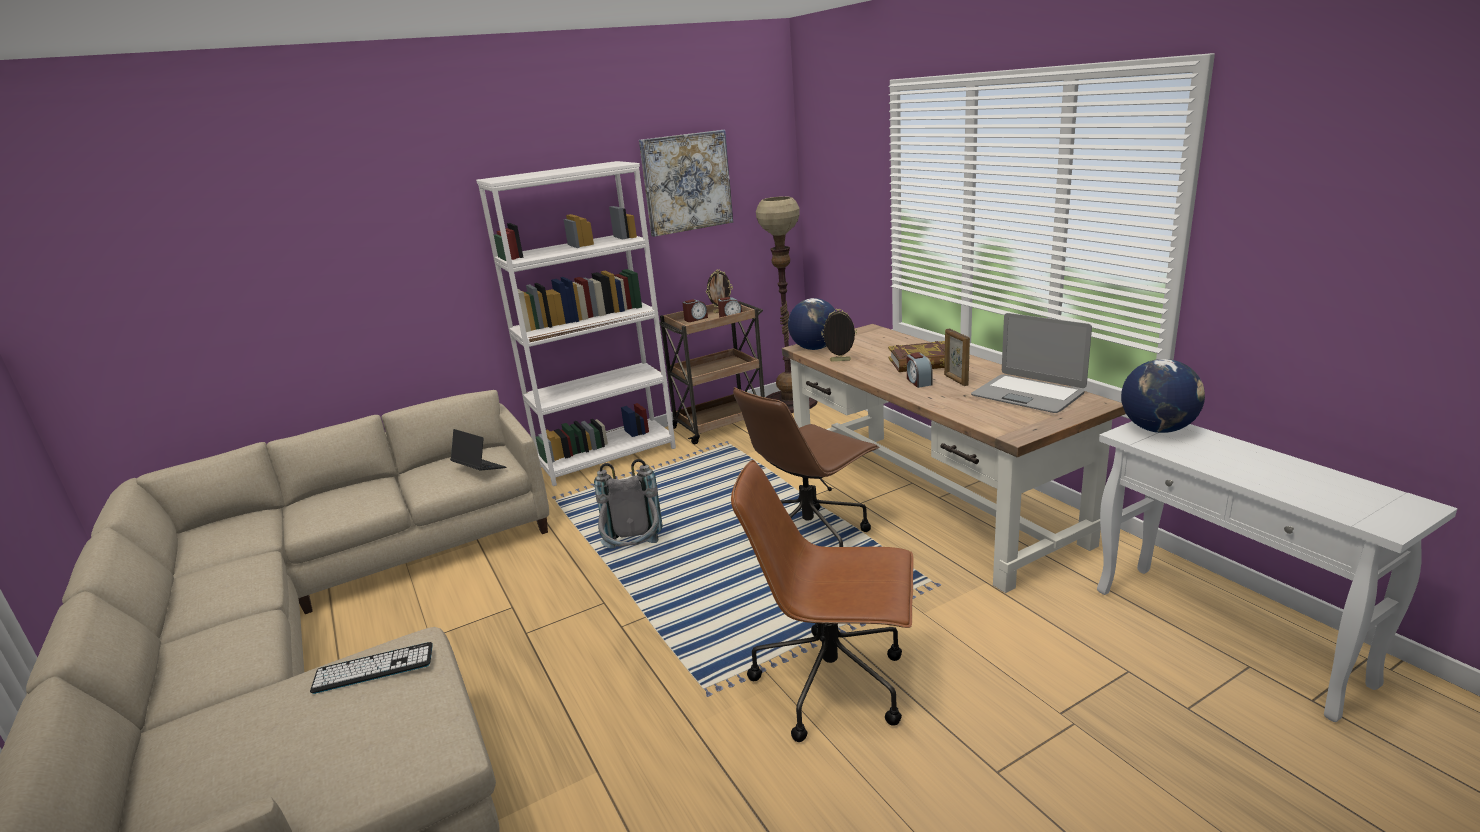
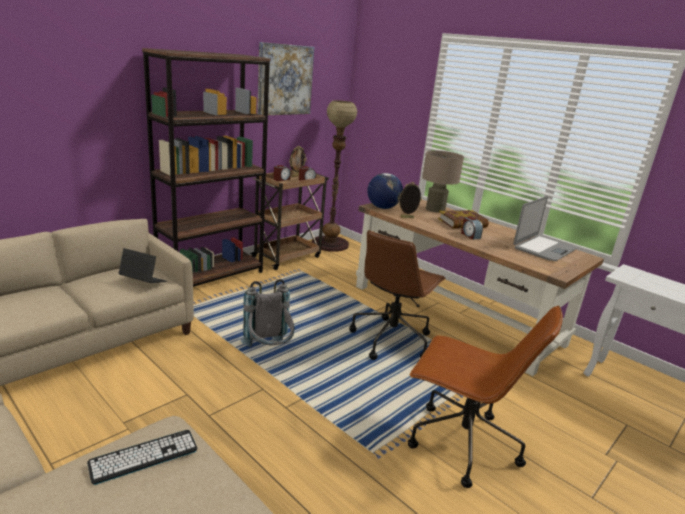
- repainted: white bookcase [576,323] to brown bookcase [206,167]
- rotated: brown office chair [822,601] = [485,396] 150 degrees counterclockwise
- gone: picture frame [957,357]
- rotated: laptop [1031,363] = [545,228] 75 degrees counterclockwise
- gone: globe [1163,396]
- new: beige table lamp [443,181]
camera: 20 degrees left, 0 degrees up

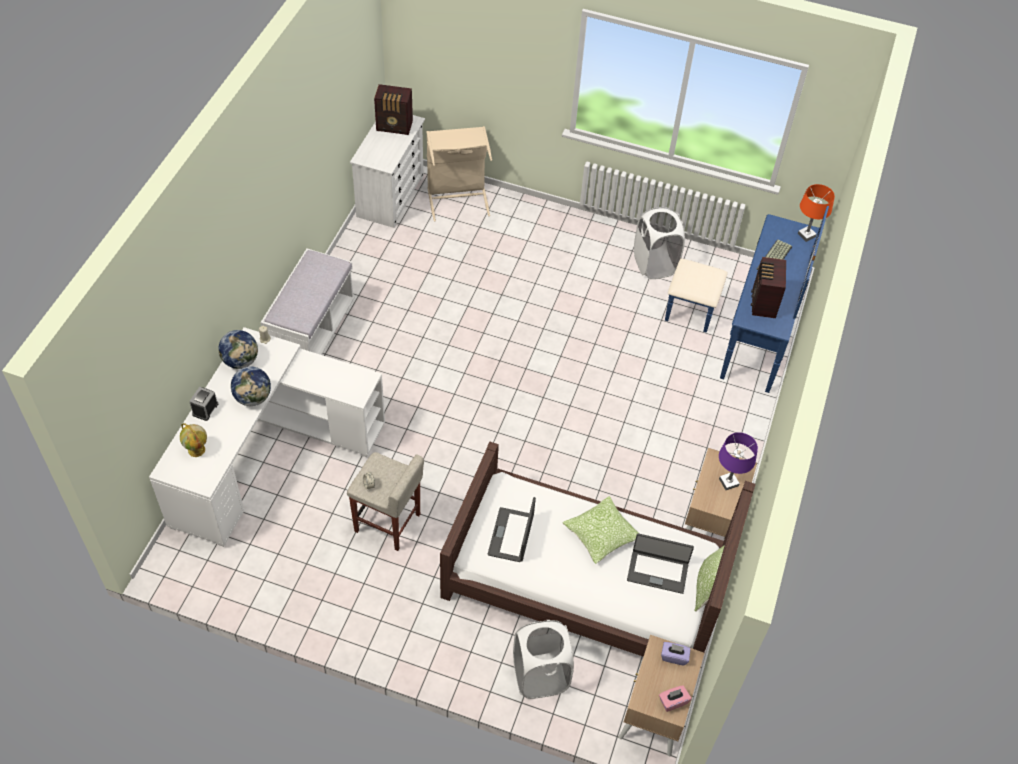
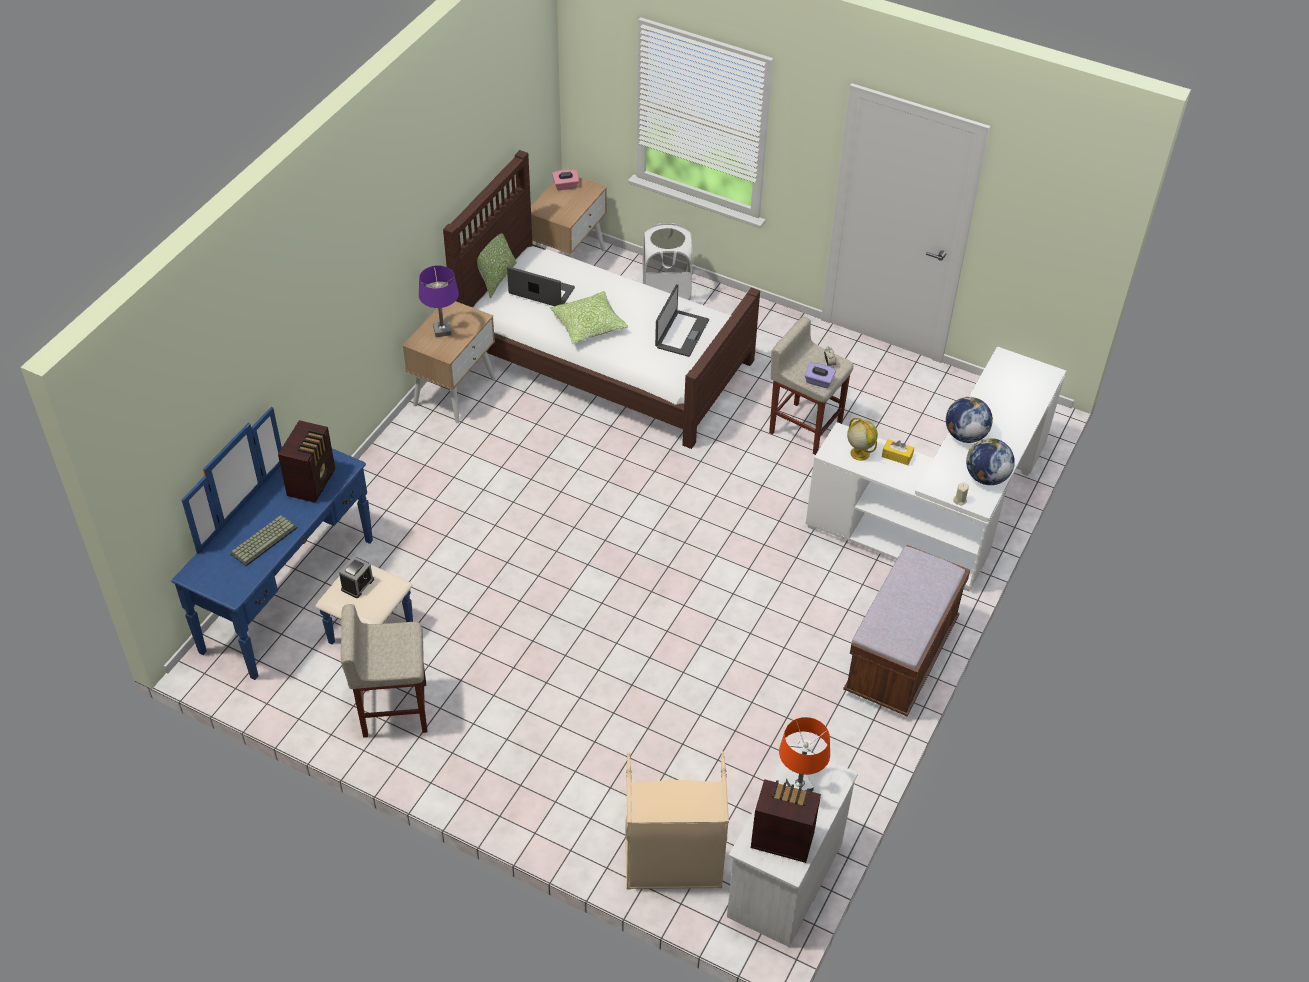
- shifted: globe [193,440] to [862,439]
- shifted: alarm clock [203,404] to [356,577]
- repainted: white bench [308,302] to brown bench [906,630]
- swapped: white laundry basket [659,243] to beige stool [384,671]
- shifted: purple tissue box [676,654] to [820,375]
- shifted: orange table lamp [816,213] to [804,754]
- new: yellow tissue box [898,452]
camera: 170 degrees left, 5 degrees down

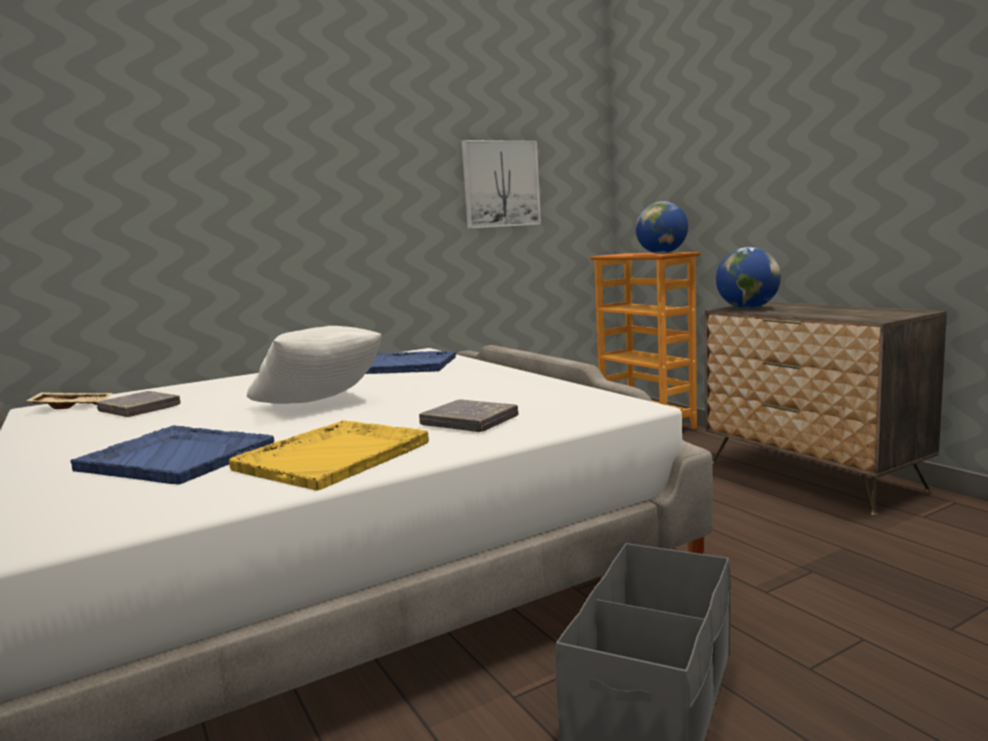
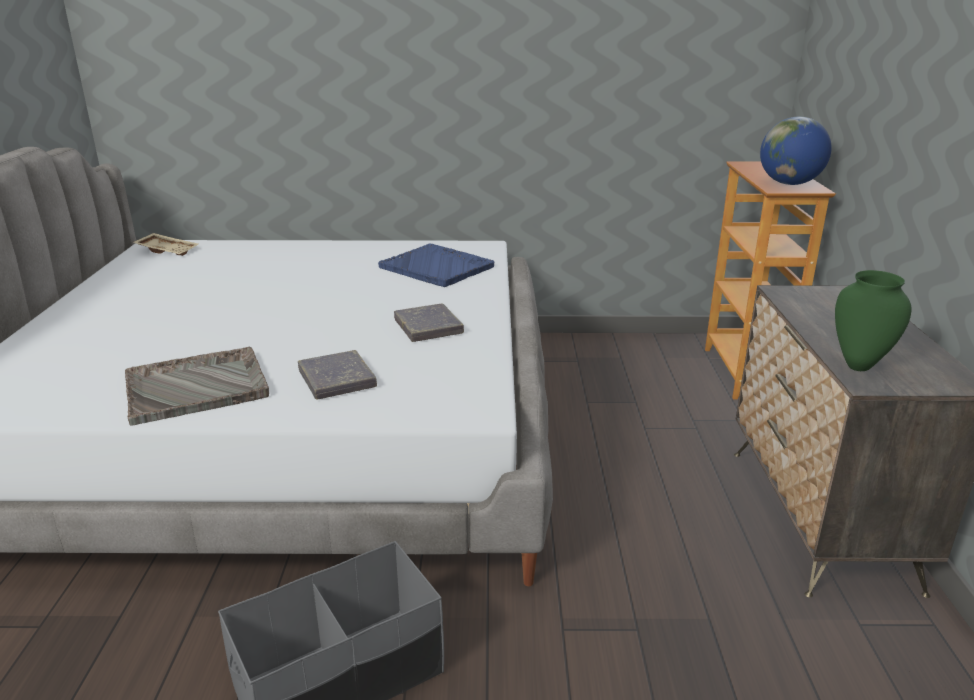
- gone: blue tray [172,455]
- shifted: grey book [139,404] to [429,323]
- repainted: yellow tray [329,455] to grey tray [197,386]
- gone: white pillow [314,365]
- gone: picture [501,184]
- gone: globe [748,278]
- new: green vase [873,320]
camera: 30 degrees right, 15 degrees up

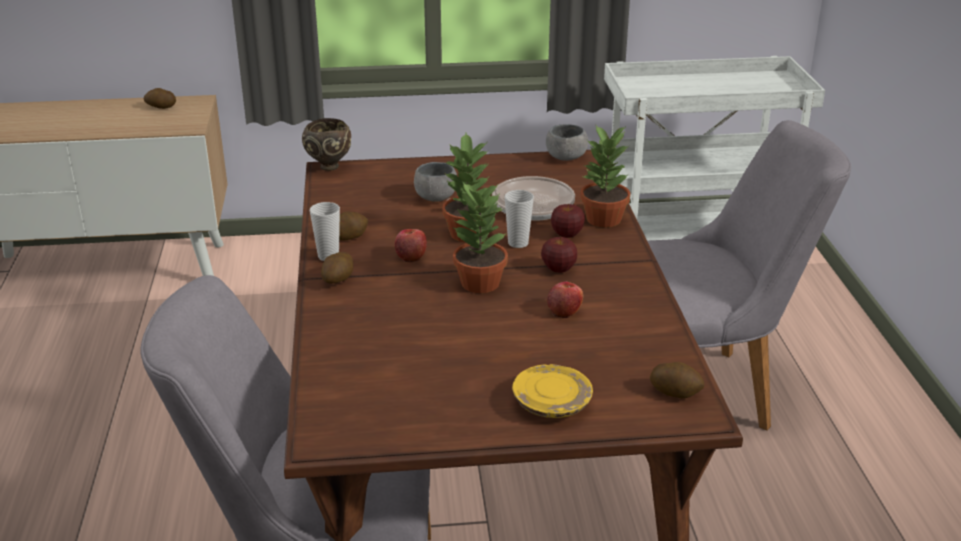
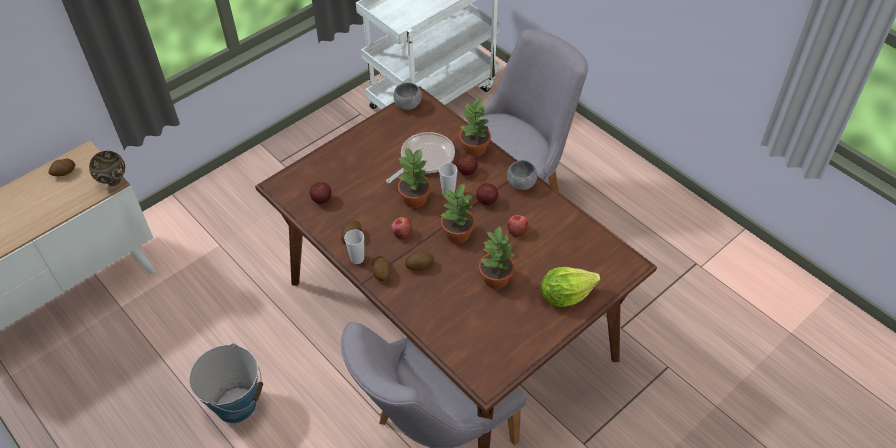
- shifted: brown bowl [326,144] to [107,168]
- shifted: grey bowl [435,181] to [522,175]
- swapped: yellow plate [552,391] to lettuce [570,287]
- shifted: potato [677,380] to [419,261]
- new: bucket [226,383]
- new: apple [320,193]
- new: potted plant [497,257]
camera: 35 degrees left, 20 degrees up

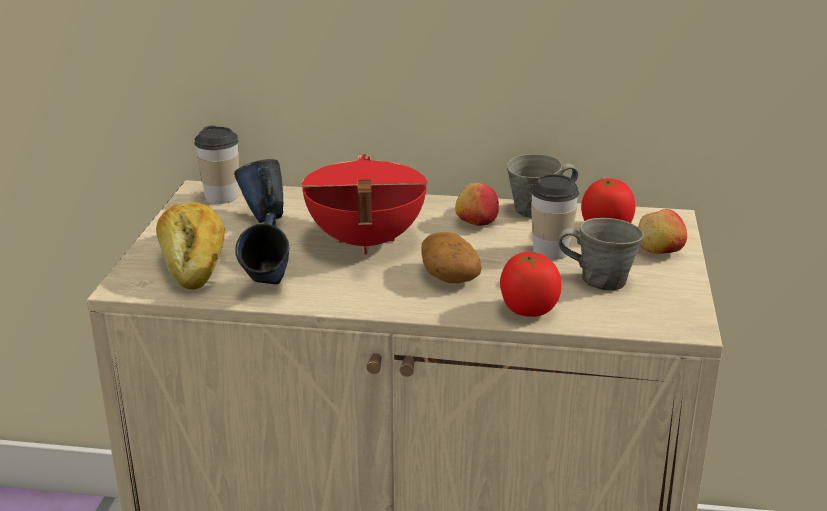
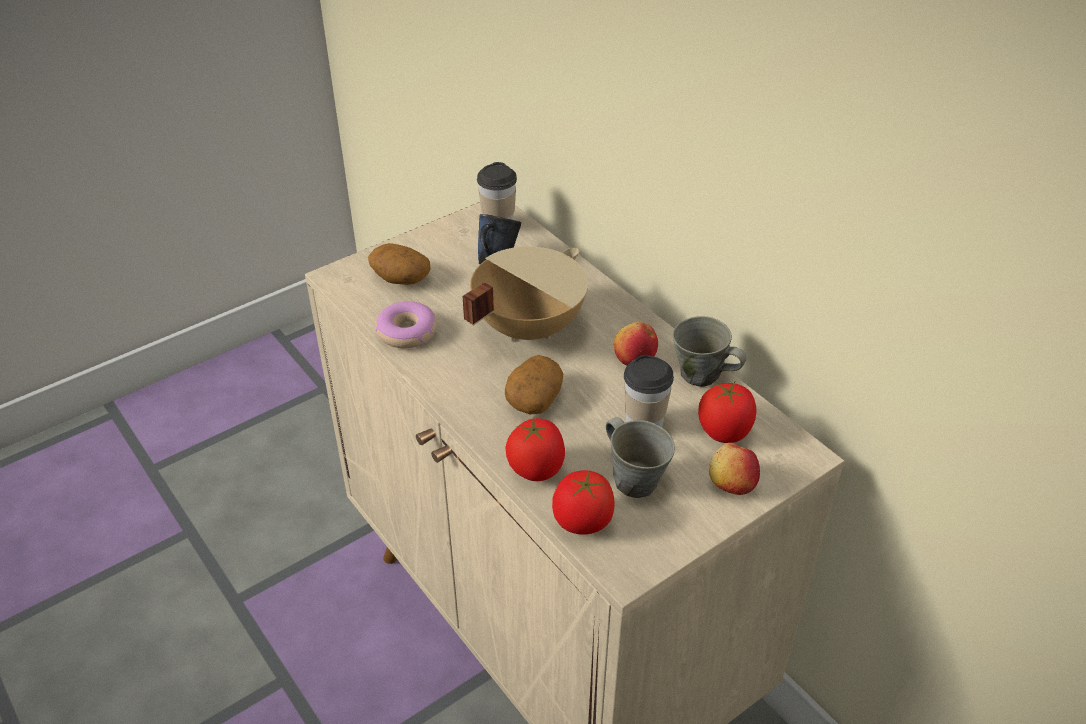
- swapped: bread [190,246] to potato [399,264]
- swapped: blue mug [262,248] to donut [406,324]
- repainted: red cooking pot [364,204] to beige cooking pot [525,293]
- new: tomato [583,502]
camera: 45 degrees right, 15 degrees up

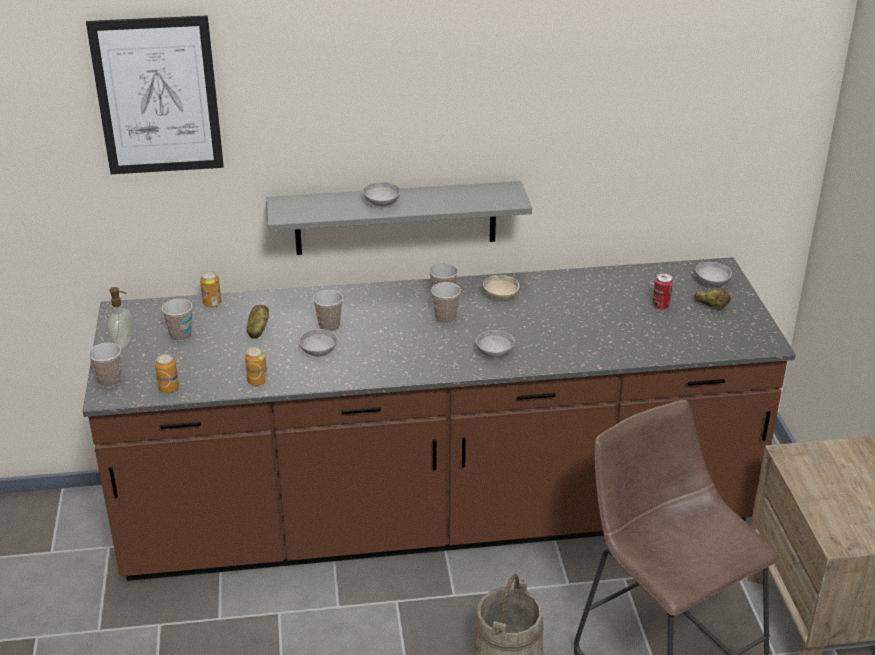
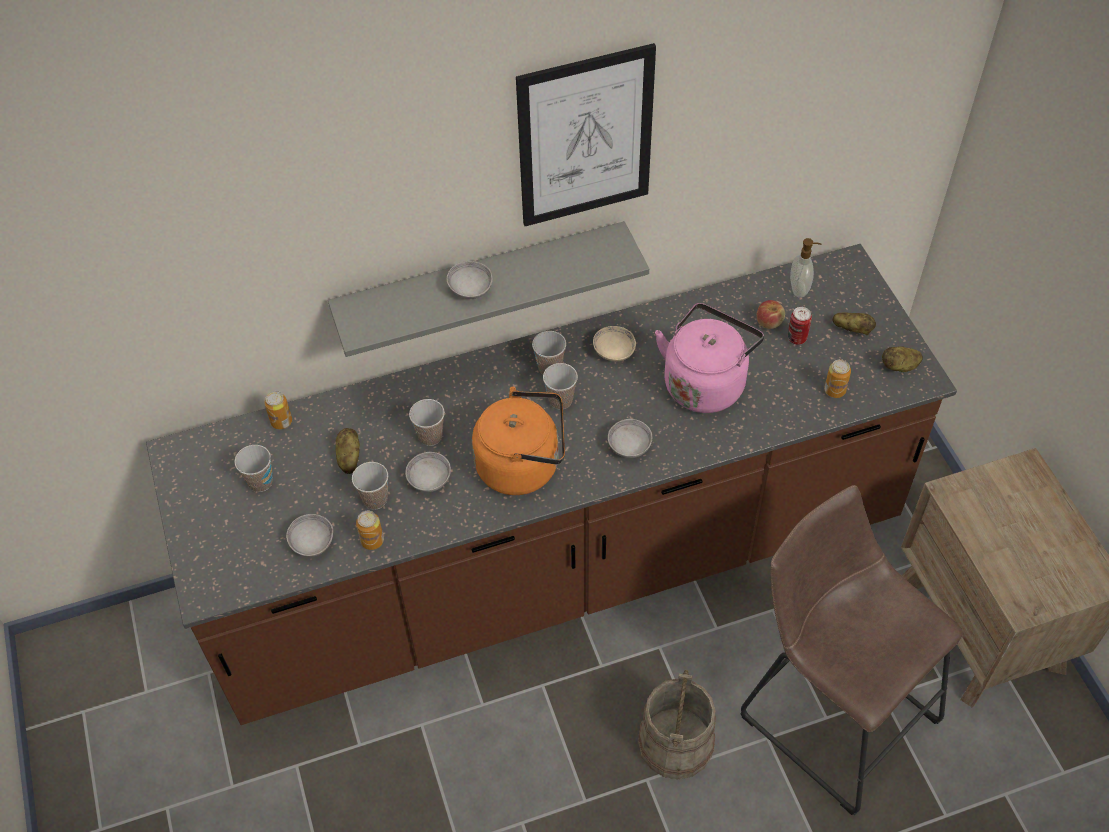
- shifted: picture [155,94] to [586,134]
- shifted: cup [104,365] to [370,486]
- shifted: soap dispenser [120,318] to [805,268]
- shifted: can [167,373] to [837,378]
- shifted: grey bowl [714,274] to [309,535]
- new: orange kettle [518,440]
- new: pink kettle [709,358]
- new: apple [770,314]
- new: potato [902,359]
camera: 10 degrees left, 20 degrees up

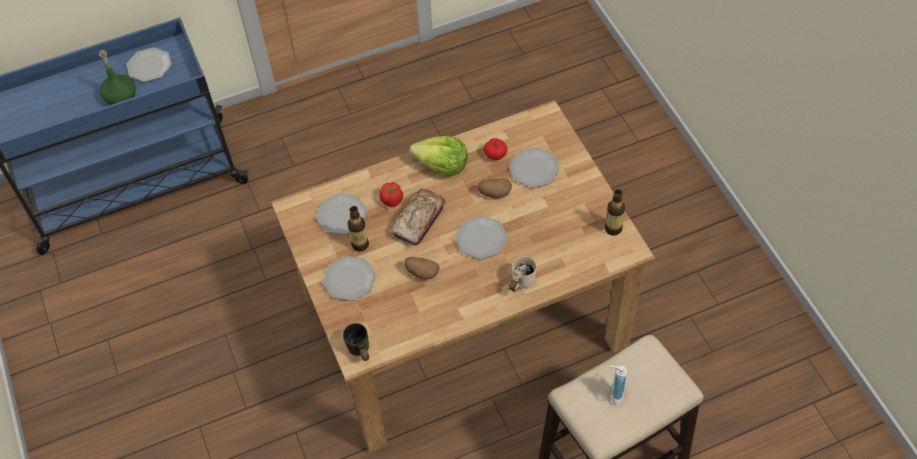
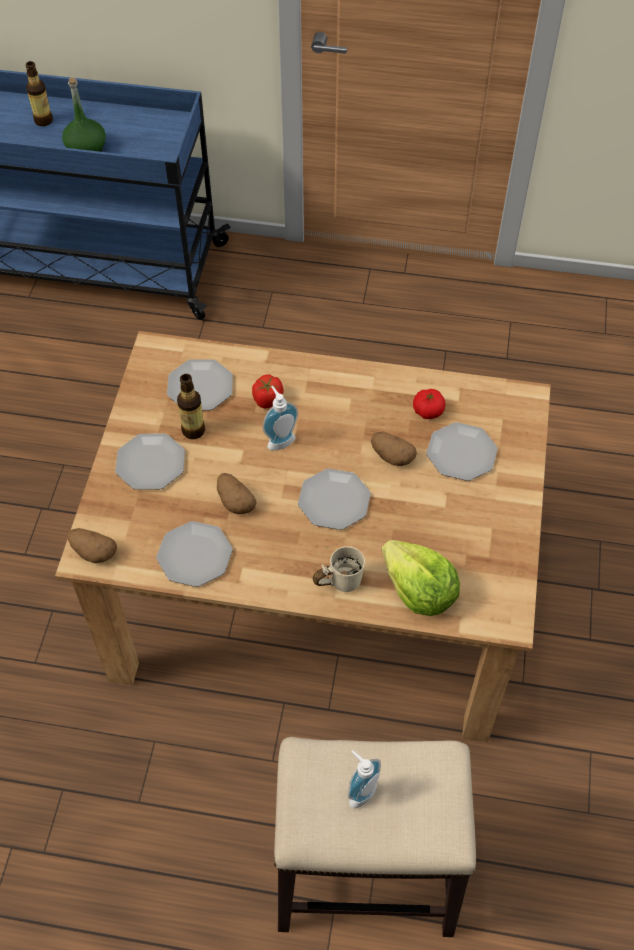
- shifted: plate [149,64] to [194,554]
- swapped: grey mug [356,342] to potato [92,545]
- swapped: bread [418,217] to soap dispenser [280,418]
- shifted: lettuce [438,156] to [421,578]
- shifted: bottle [615,212] to [39,93]
camera: 30 degrees right, 0 degrees up

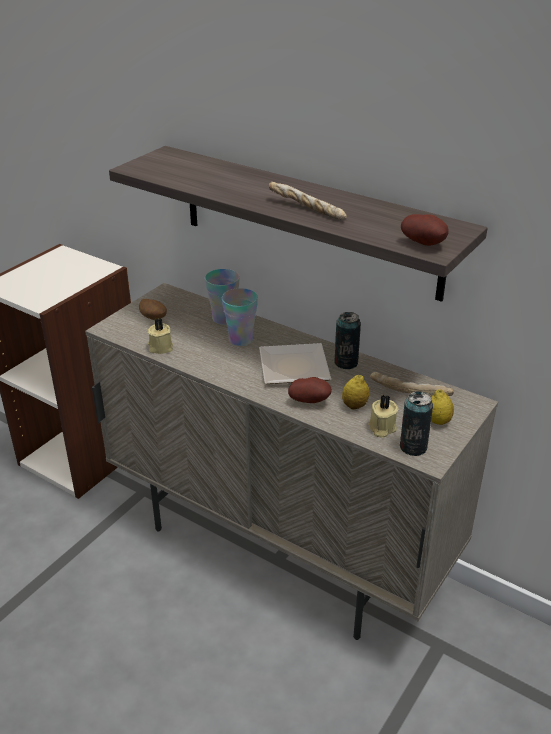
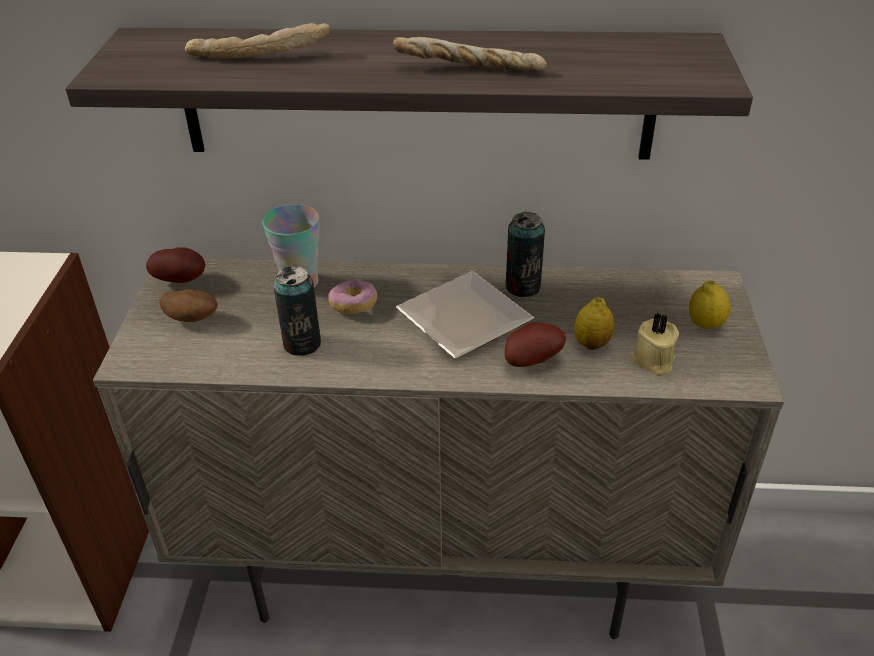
- gone: beige candle [160,336]
- swapped: cup [240,317] to donut [352,297]
- shifted: bread [412,384] to [258,41]
- shifted: can [416,423] to [297,310]
- shifted: potato [425,230] to [175,265]
camera: 30 degrees left, 5 degrees up

